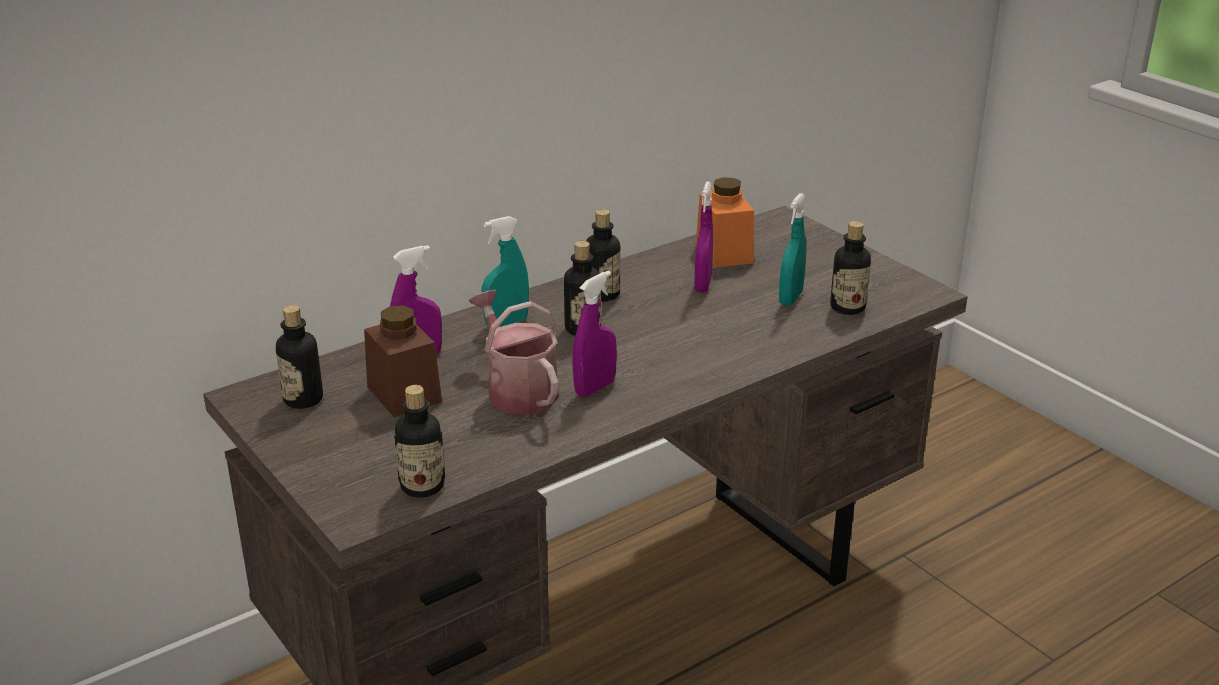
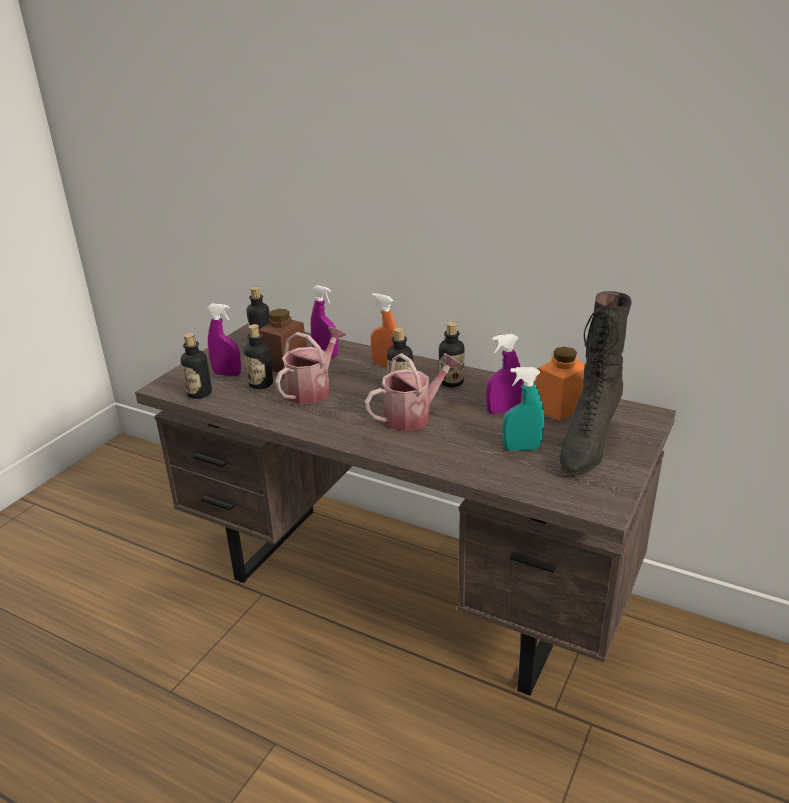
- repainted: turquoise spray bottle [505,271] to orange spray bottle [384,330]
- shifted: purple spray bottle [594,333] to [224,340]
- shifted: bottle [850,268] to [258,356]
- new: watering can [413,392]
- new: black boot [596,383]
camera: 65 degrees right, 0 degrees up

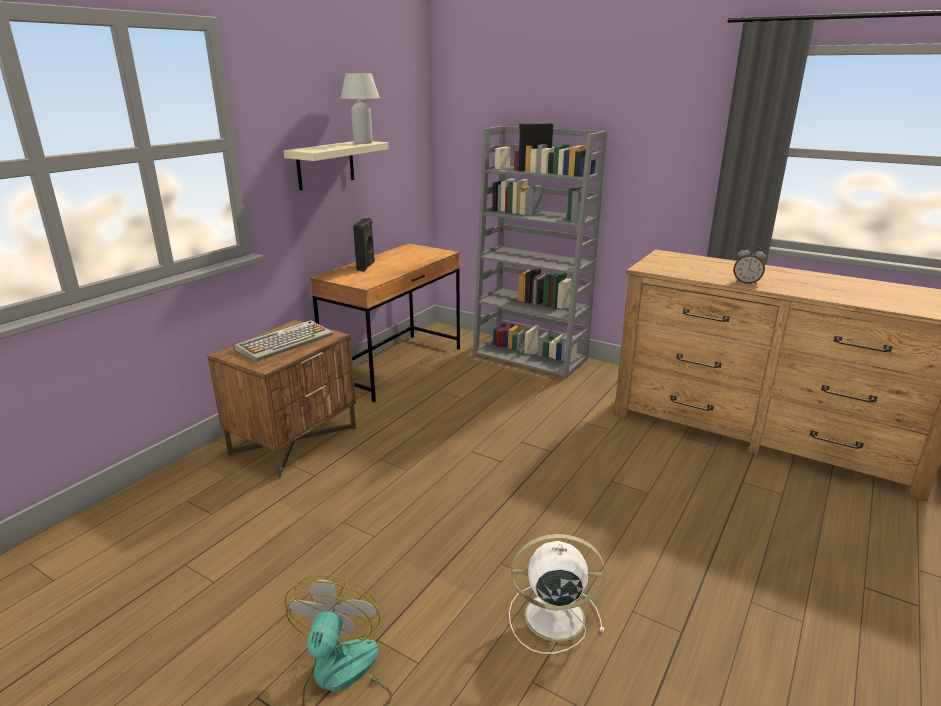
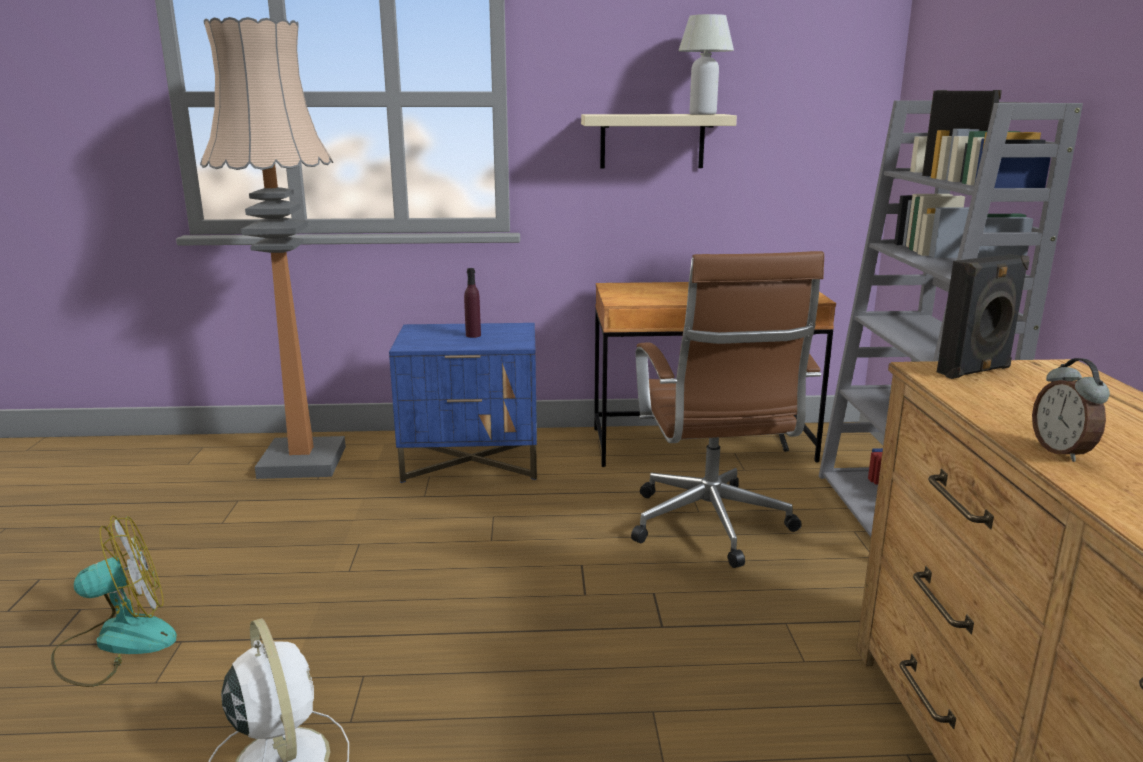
- repainted: brown nightstand [282,399] to blue nightstand [463,403]
- swapped: keyboard [283,341] to purple bottle [472,303]
- shifted: black speaker [364,244] to [983,316]
- new: floor lamp [273,248]
- new: brown office chair [727,409]
camera: 55 degrees right, 5 degrees down

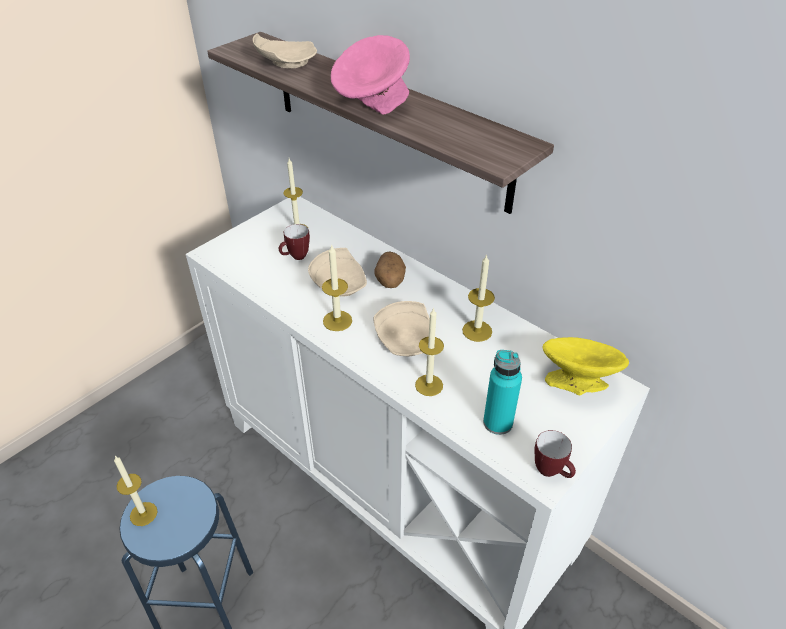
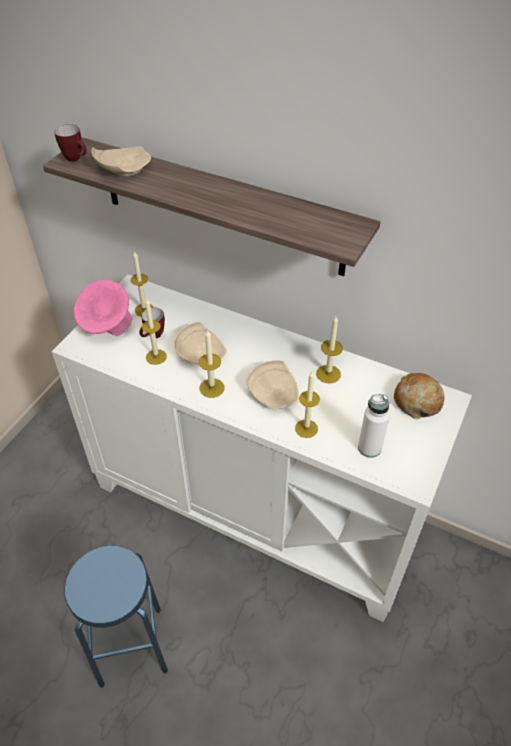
- shifted: candle [135,491] to [154,332]
- shifted: pink bowl [370,75] to [103,308]
- gone: potato [390,270]
- repainted: turquoise bottle [502,392] to white bottle [374,426]
- shifted: mug [555,454] to [70,143]
- swapped: yellow bowl [585,366] to bread [419,396]
camera: 15 degrees left, 5 degrees up

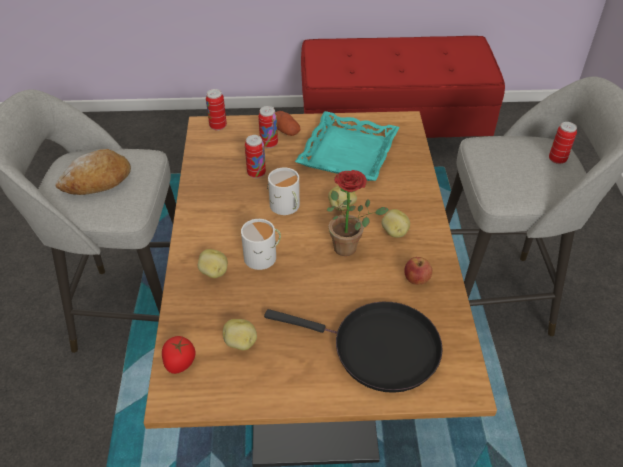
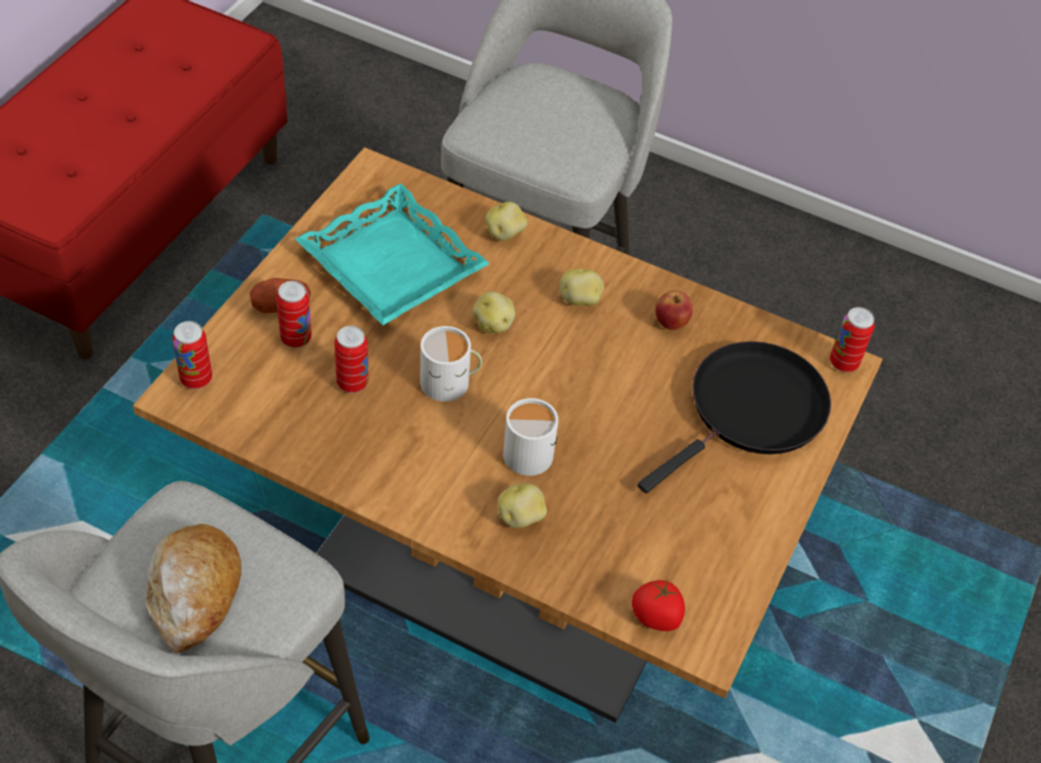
- shifted: potato [240,334] to [506,221]
- gone: potted plant [358,213]
- shifted: can [563,143] to [852,339]
camera: 65 degrees left, 5 degrees up

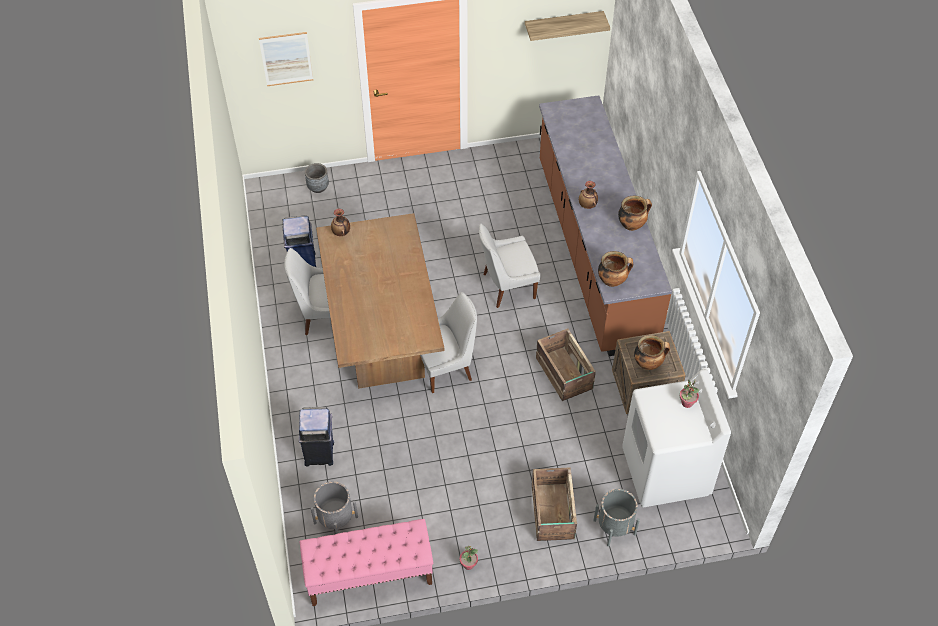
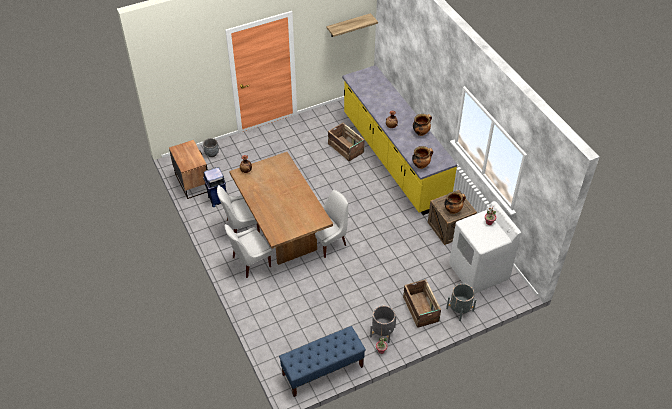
- gone: picture [286,59]
- gone: blue trash can [316,436]
- repainted: pink bench [366,562] to blue bench [322,361]
- shifted: grey planter [334,507] to [383,324]
- shifted: white chair [509,266] to [248,251]
- shifted: crate [566,365] to [346,142]
- repainted: brown counter [605,225] to yellow counter [400,140]
- new: nightstand [188,169]
camera: 15 degrees left, 5 degrees down

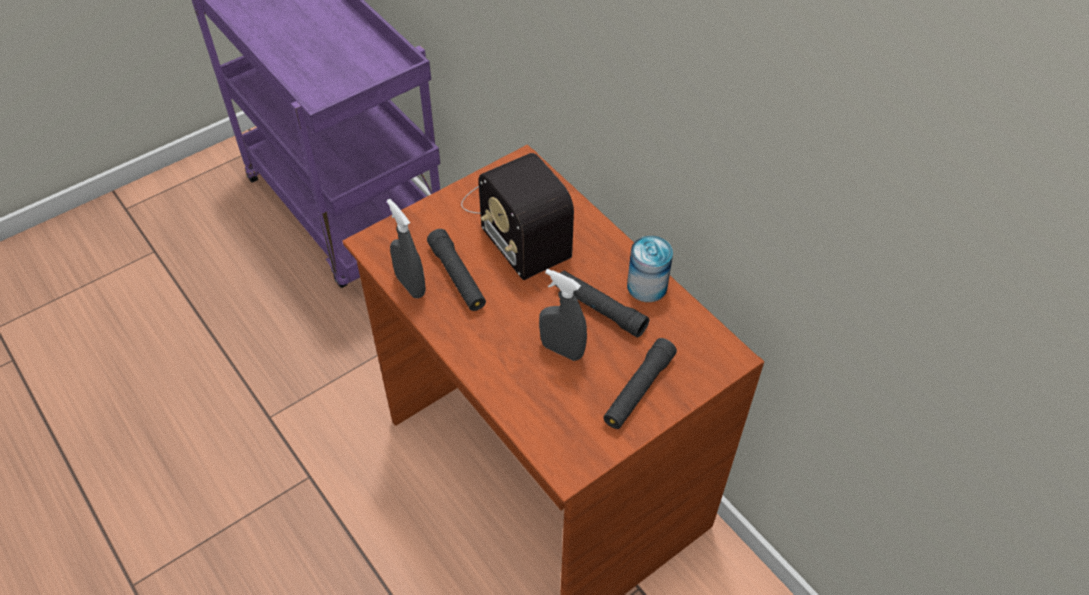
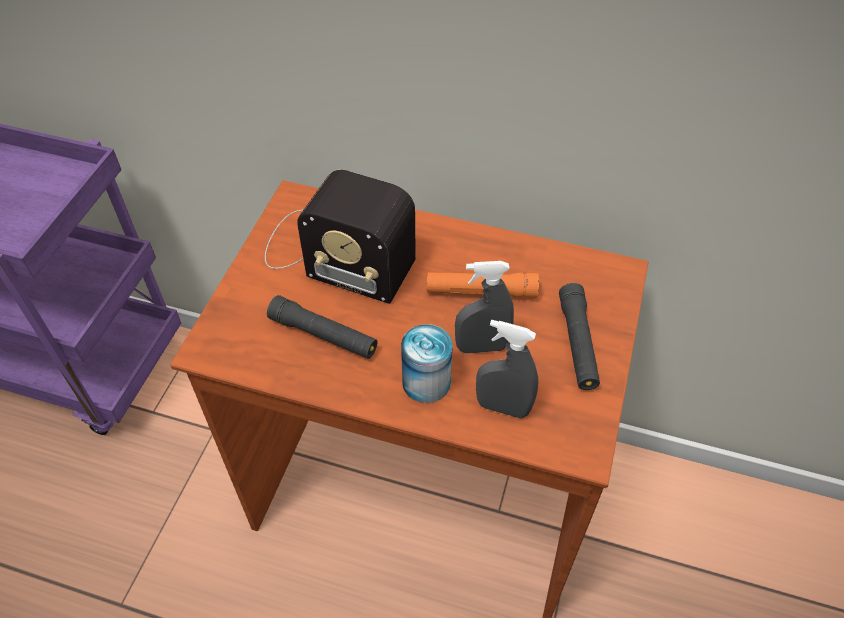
- shifted: grey spray bottle [406,248] to [507,369]
- repainted: black flashlight [602,304] to orange flashlight [482,285]
- shifted: can [650,269] to [427,363]
camera: 35 degrees left, 0 degrees up

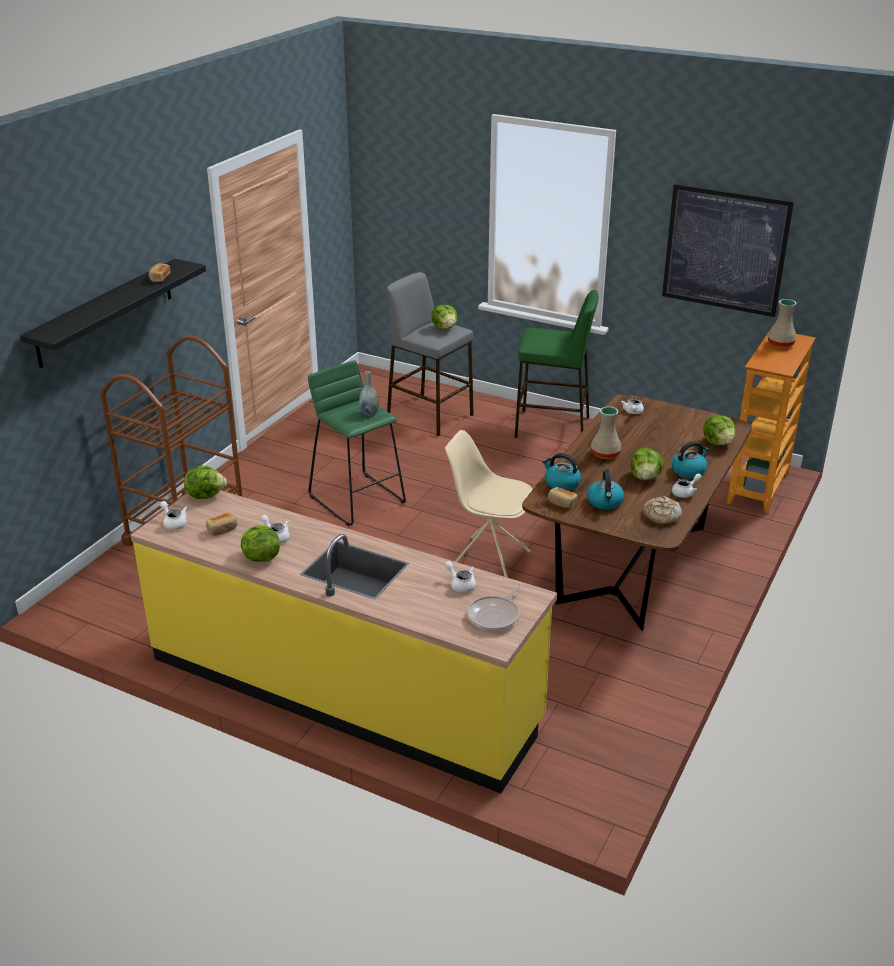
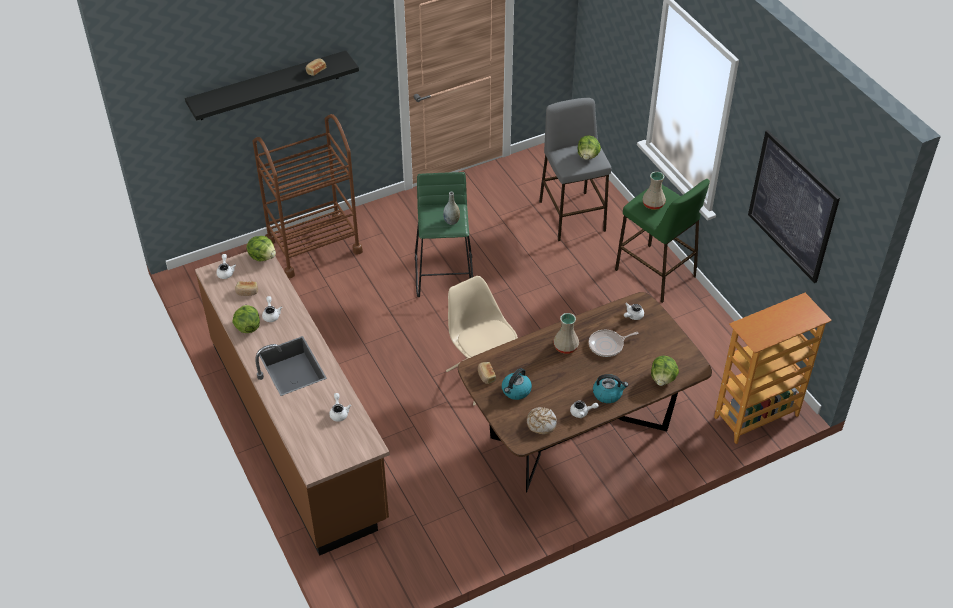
- repainted: yellow counter [343,641] to brown counter [292,404]
- shifted: frying pan [494,607] to [613,343]
- gone: kettle [561,472]
- gone: lettuce [647,464]
- shifted: beige vase [782,323] to [654,190]
camera: 35 degrees right, 15 degrees up

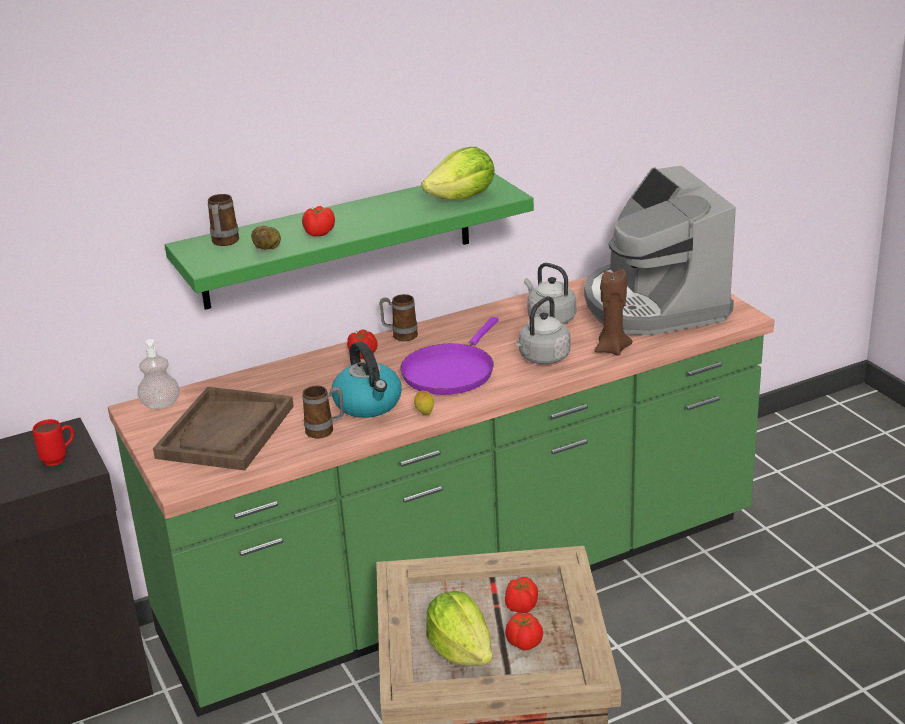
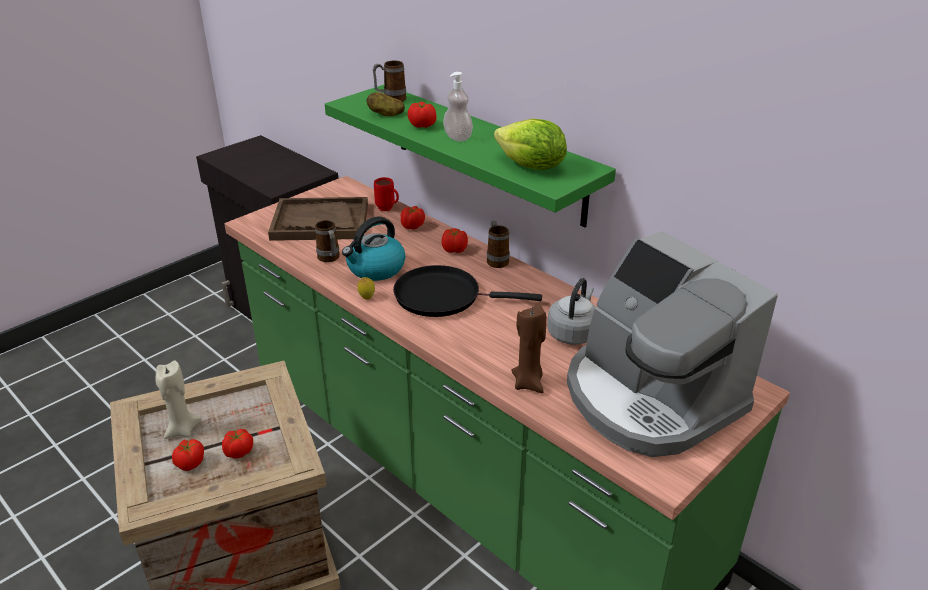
- shifted: red mug [53,442] to [386,194]
- shifted: soap dispenser [158,374] to [458,106]
- repainted: purple frying pan [449,356] to black frying pan [467,291]
- swapped: lettuce [459,628] to beige candle [178,400]
- gone: grey kettle [543,330]
- rotated: coffee machine [660,250] = [672,344] 90 degrees counterclockwise
- new: tomato [413,217]
camera: 70 degrees right, 5 degrees up

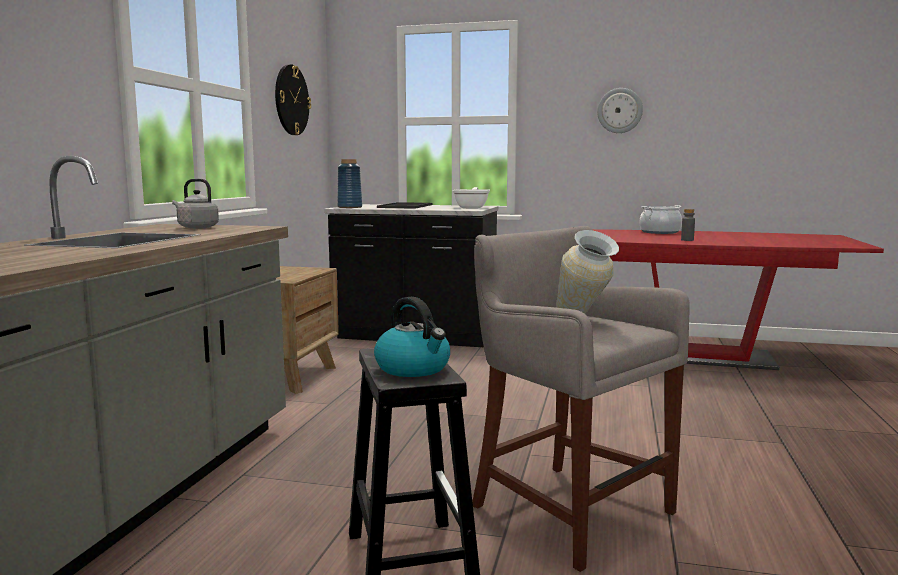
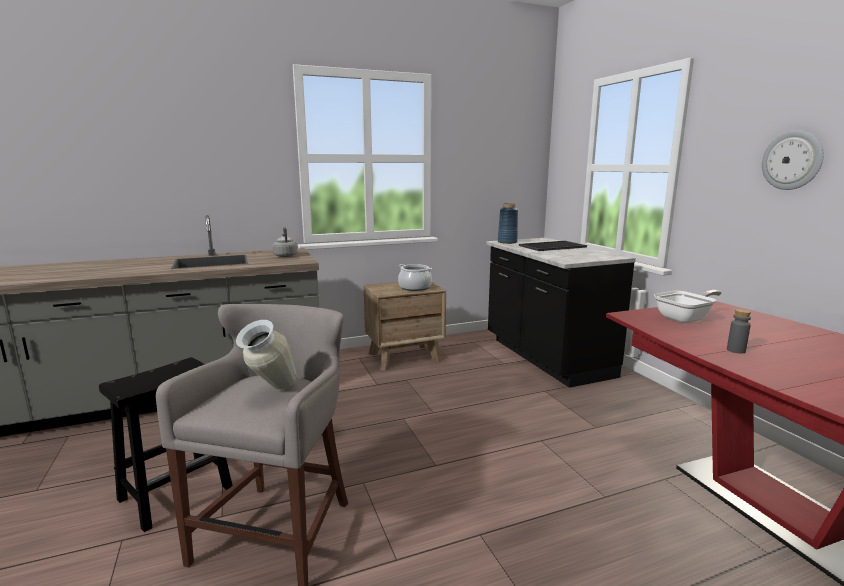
- gone: wall clock [293,99]
- gone: kettle [412,337]
- shifted: frying pan [471,198] to [688,306]
- shifted: cooking pot [660,219] to [415,277]
camera: 55 degrees right, 5 degrees up

